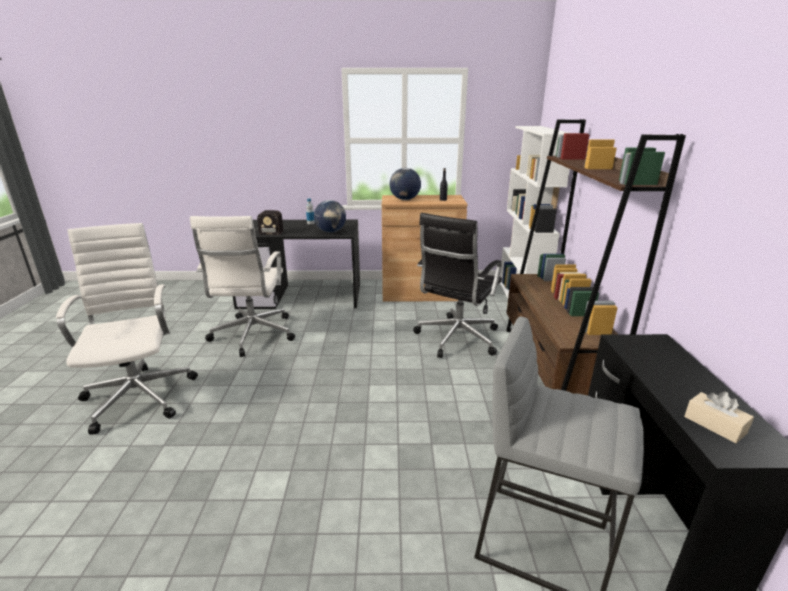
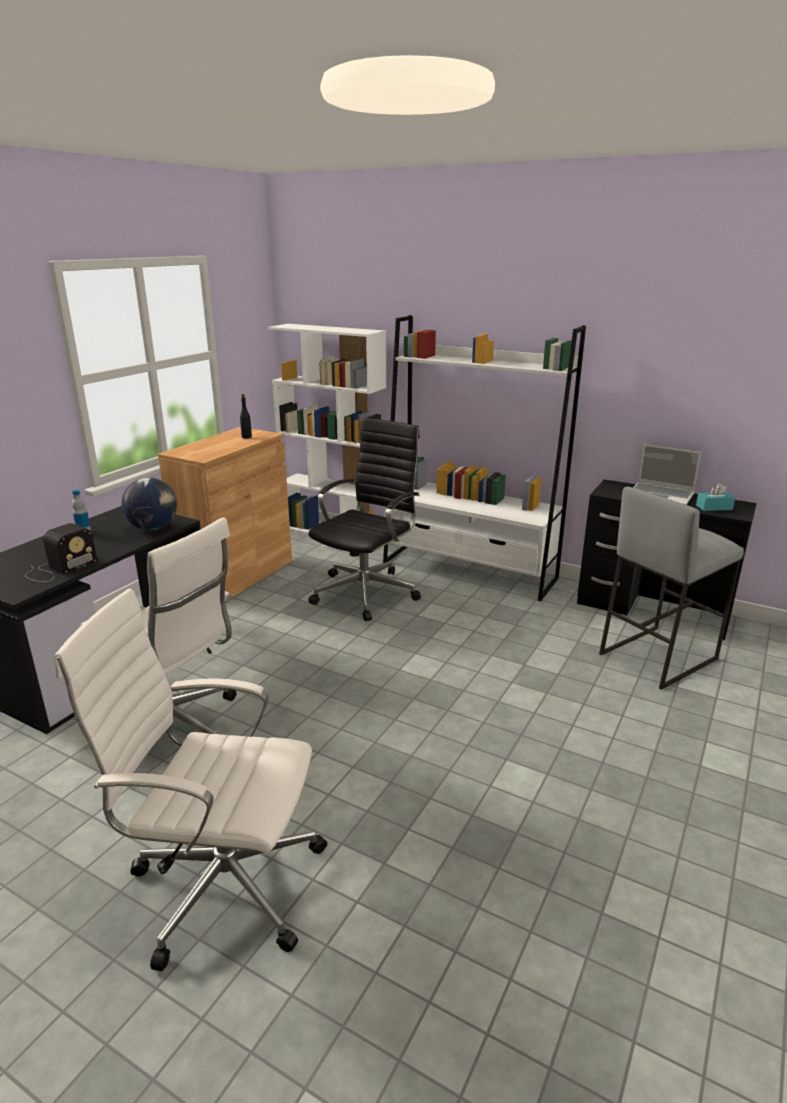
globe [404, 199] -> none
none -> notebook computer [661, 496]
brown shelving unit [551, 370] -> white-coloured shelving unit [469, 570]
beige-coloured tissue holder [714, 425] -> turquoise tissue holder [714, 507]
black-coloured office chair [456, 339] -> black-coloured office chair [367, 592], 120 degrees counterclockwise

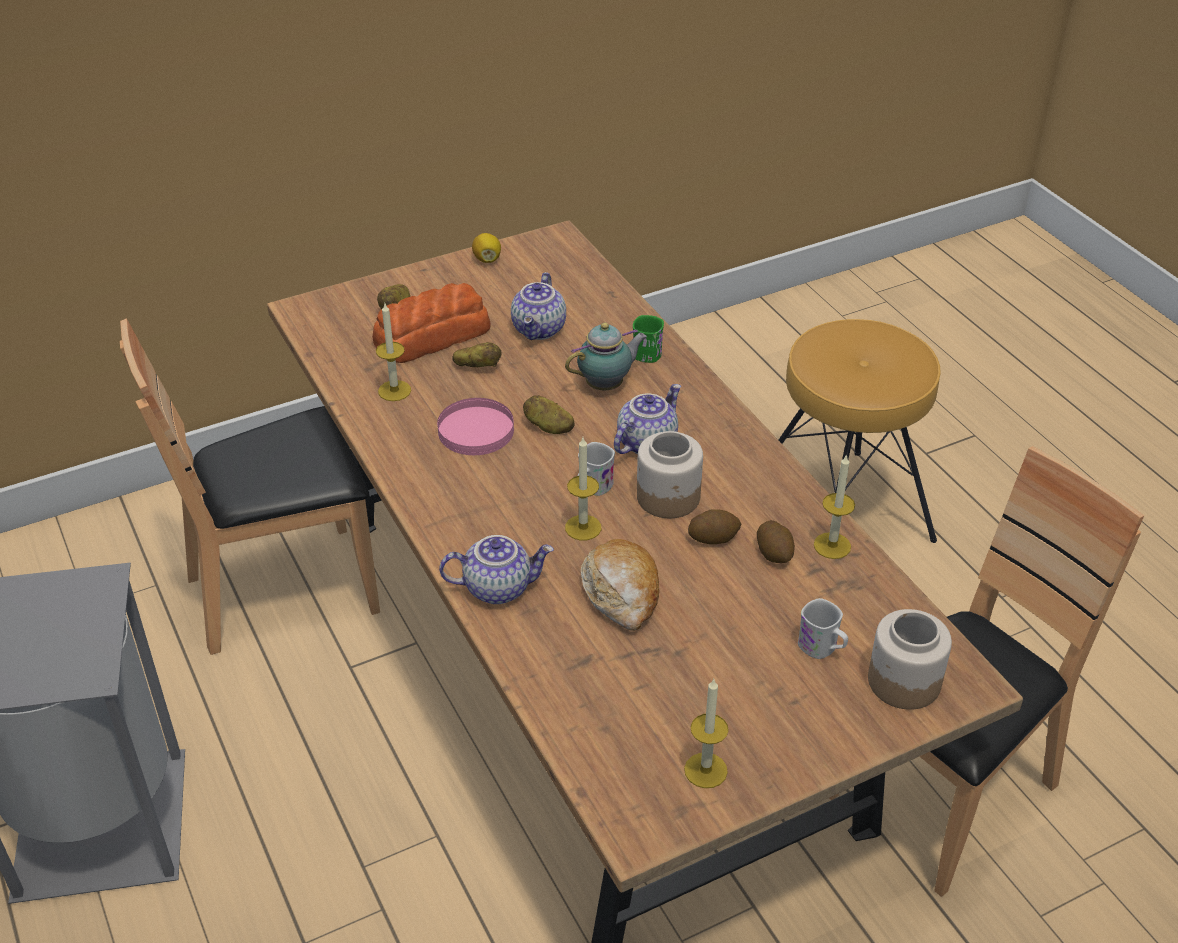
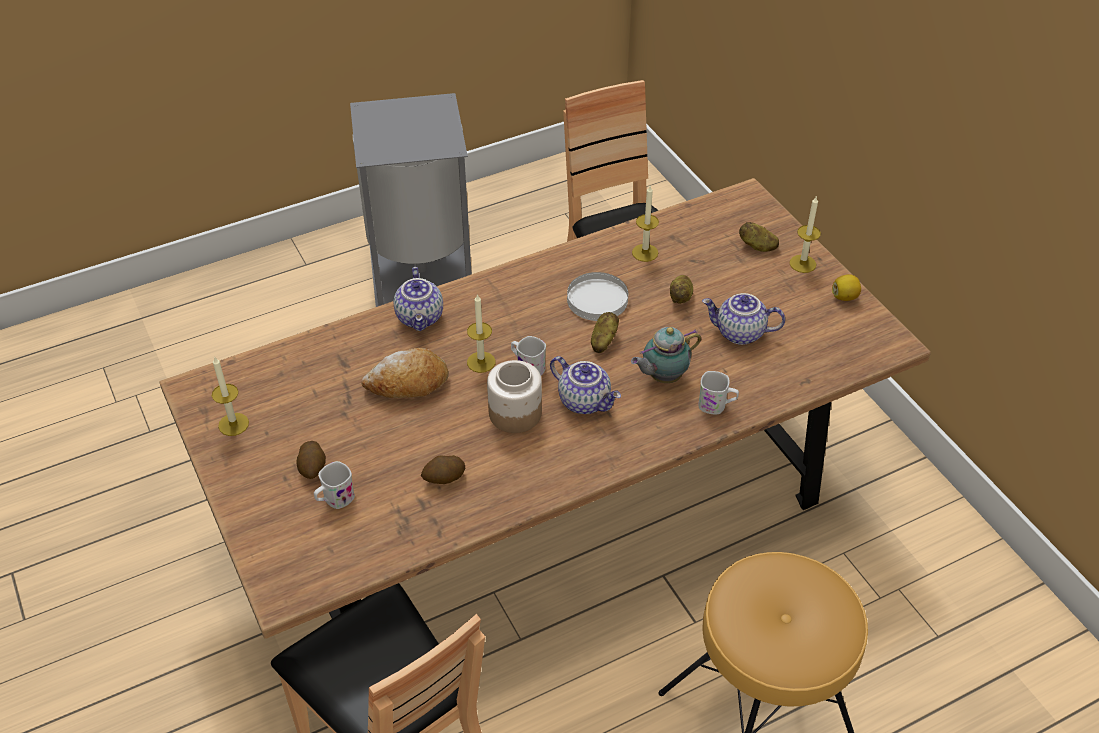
bakery bread [430, 336] -> none
storage jar [903, 681] -> none
spud [713, 537] -> spud [312, 468], move
wax light [832, 545] -> wax light [802, 263], move
pink-coloured dinner plate [475, 431] -> white-coloured dinner plate [597, 299]
green coffee mug [648, 351] -> white-coloured coffee mug [717, 406]
tea pot [607, 385] -> tea pot [662, 377], 90 degrees clockwise

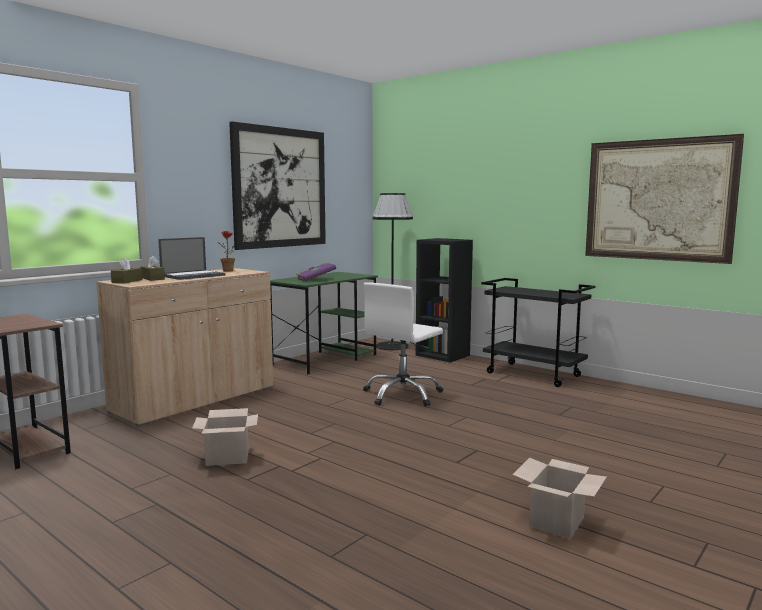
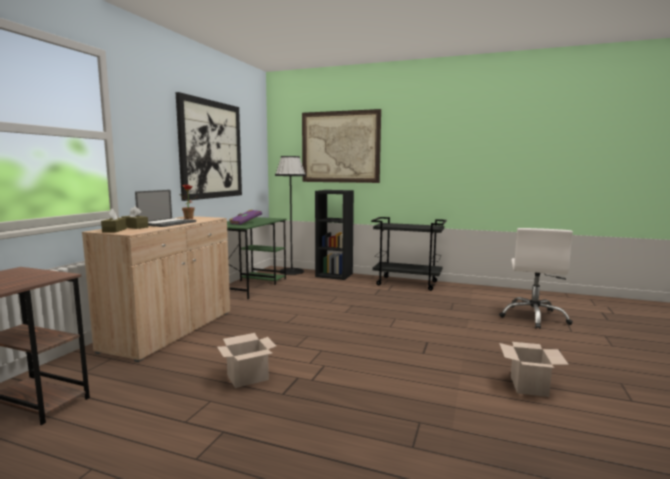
white-coloured office chair [403, 395] -> white-coloured office chair [534, 317], move
wall art [658, 200] -> wall art [340, 147], move

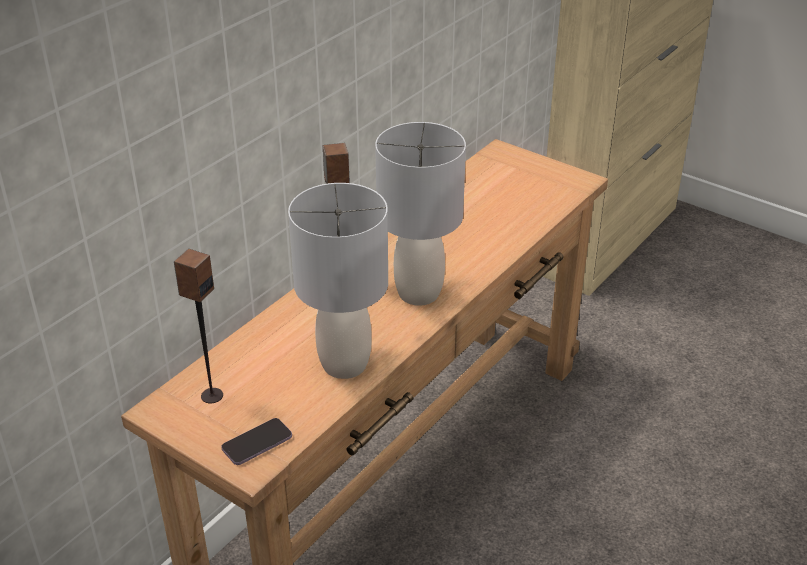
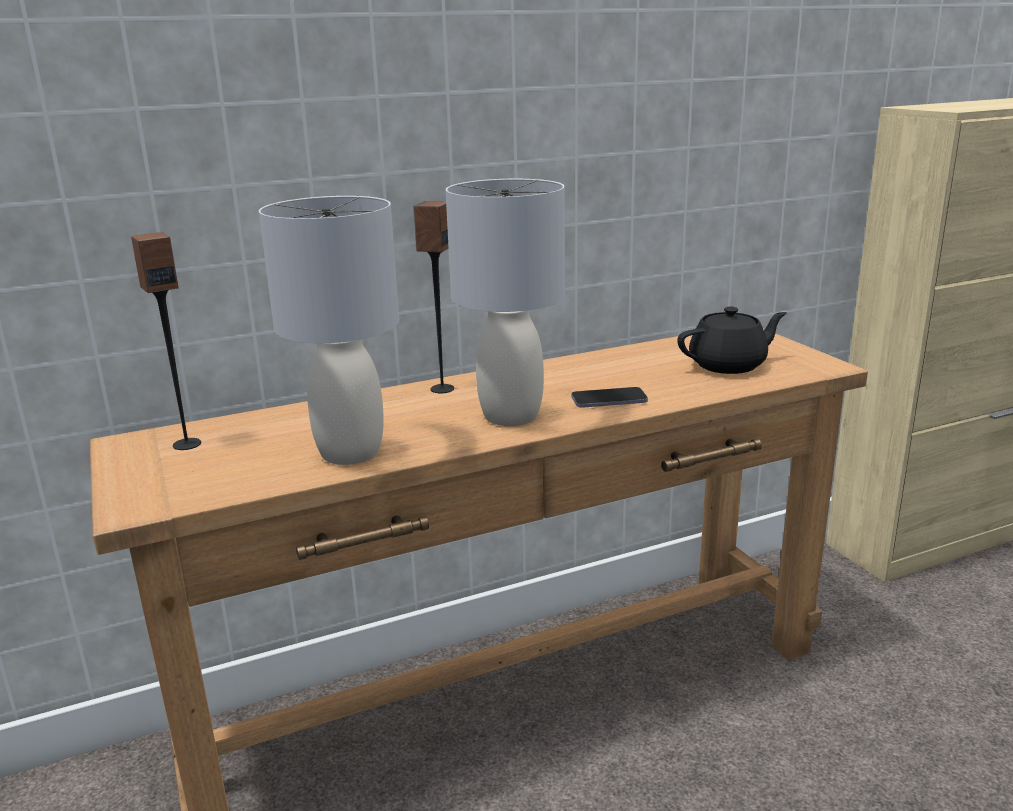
none -> black-coloured tea pot [729, 365]
phone [257, 443] -> phone [609, 400], move

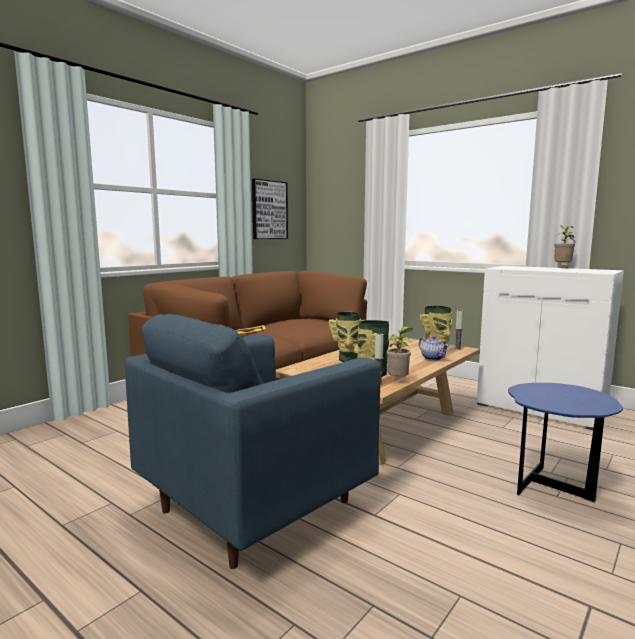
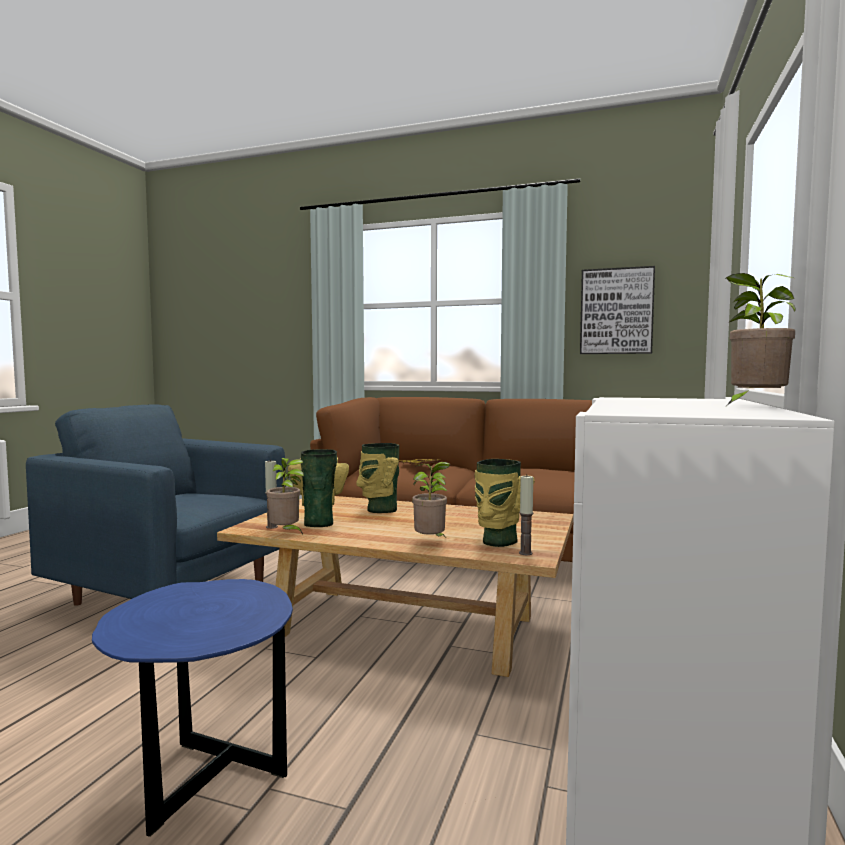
tea pot [433, 358] -> potted plant [431, 542]

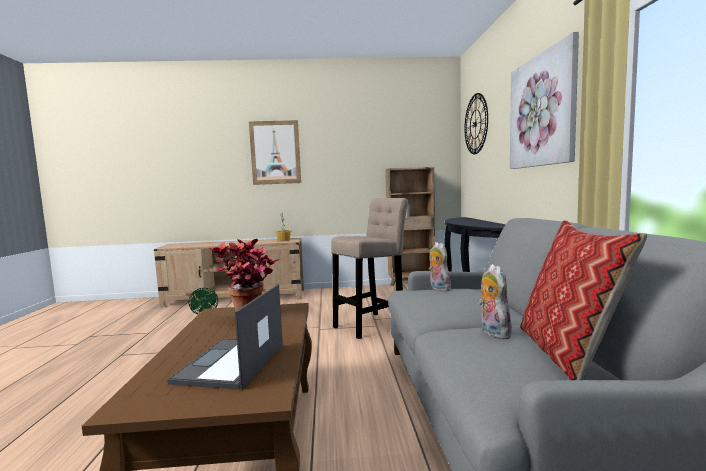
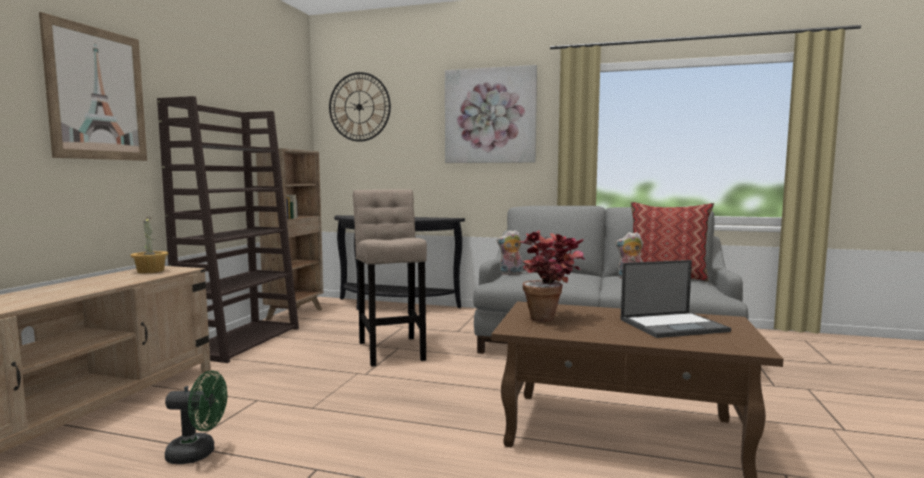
none -> brown shelving unit [241, 341]
notebook computer [231, 363] -> notebook computer [674, 325], 45 degrees counterclockwise

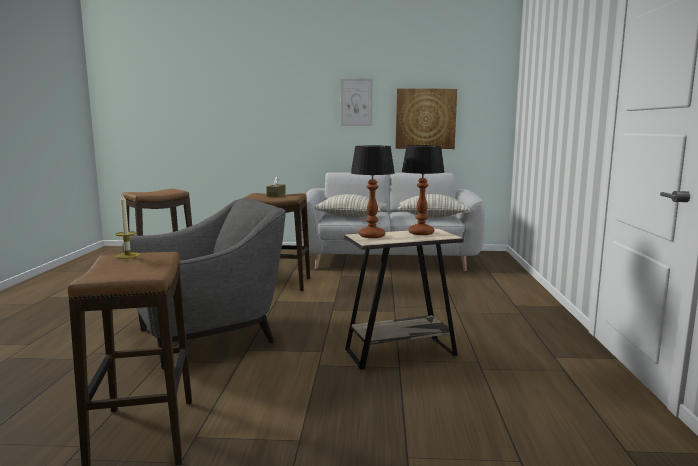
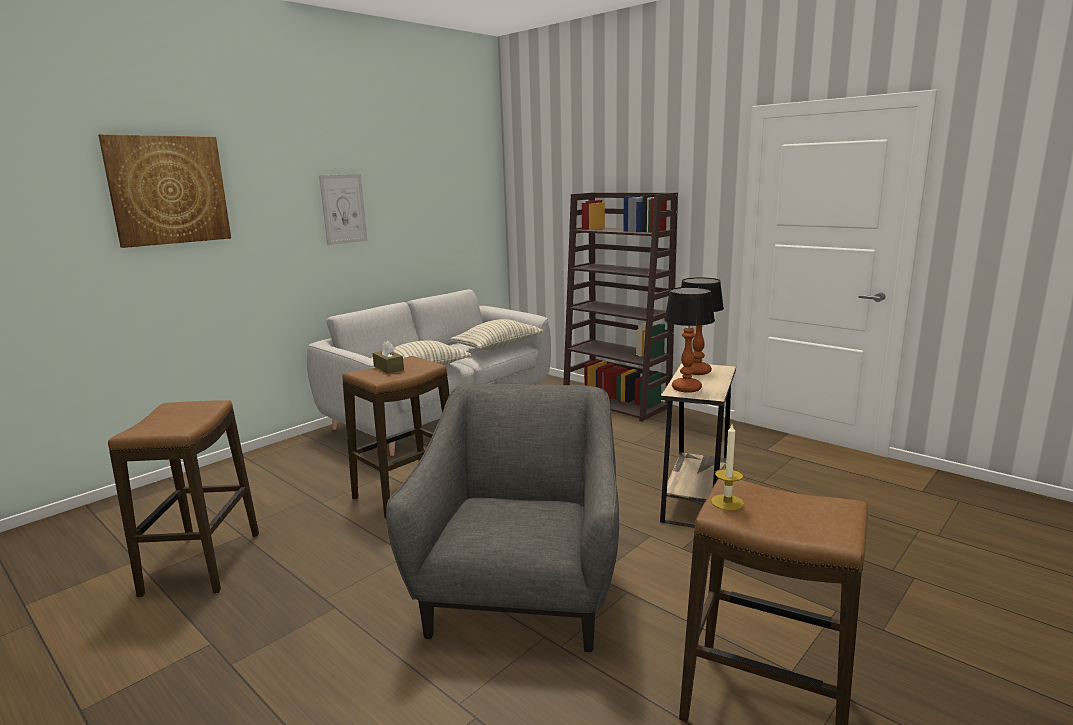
none -> brown shelving unit [617, 403]
wall art [425, 119] -> wall art [168, 190], move

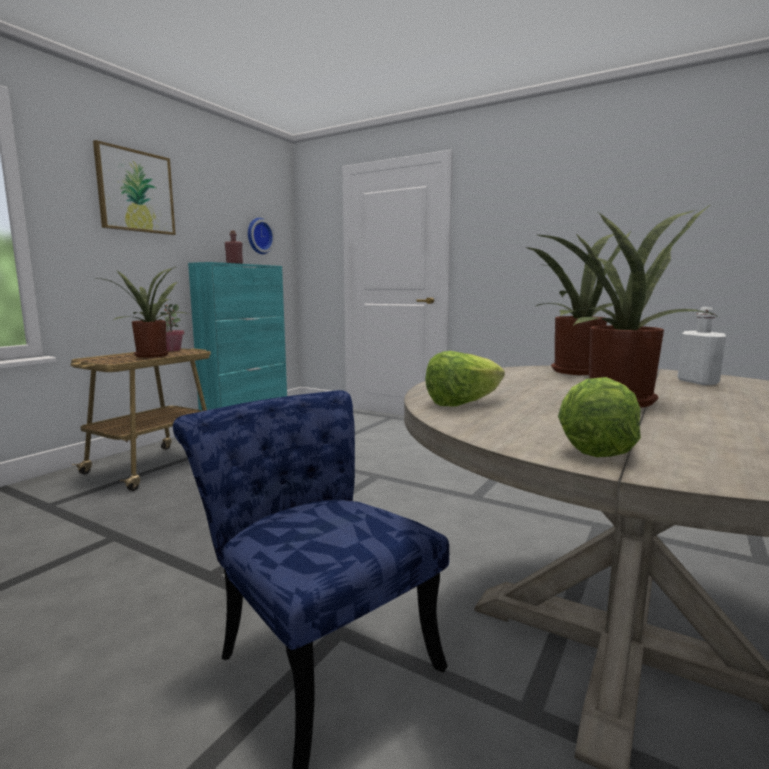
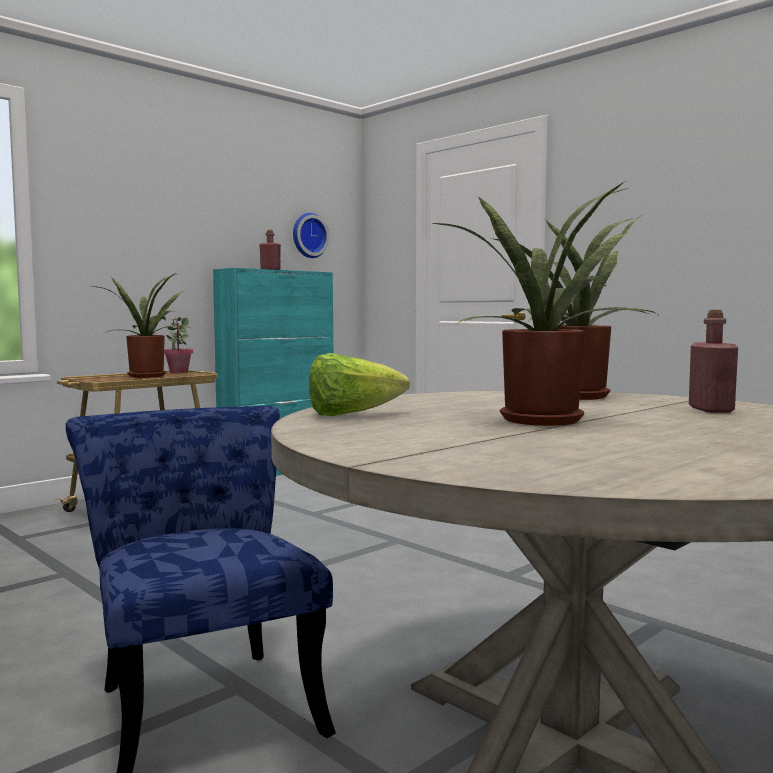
wall art [135, 191] -> none
lettuce [598, 447] -> none
white-coloured bottle [697, 382] -> reddish bottle [711, 409]

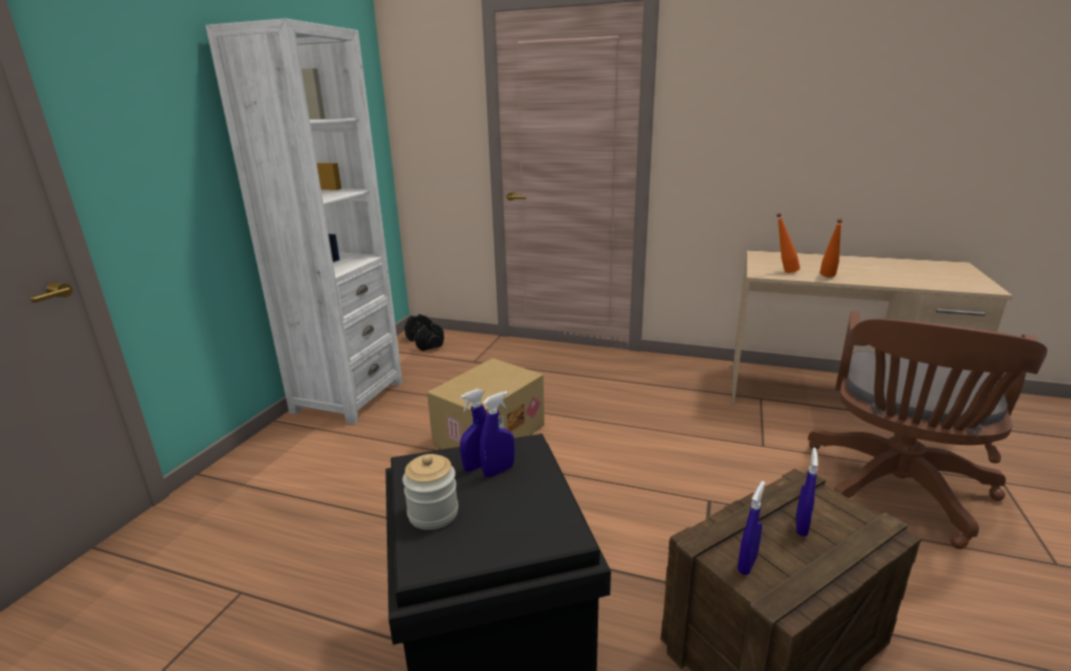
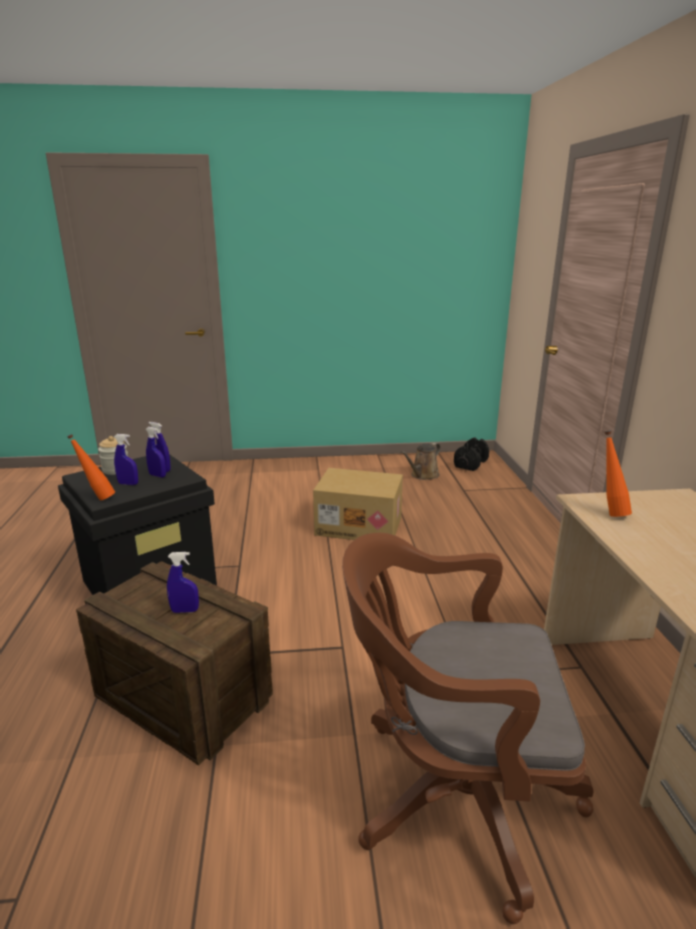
white-coloured shelving unit [348, 397] -> none
none -> brown sprinkling can [423, 475]
blue-coloured spray bottle [747, 564] -> blue-coloured spray bottle [128, 484], move
orange-coloured bottle [828, 277] -> orange-coloured bottle [97, 498], move

